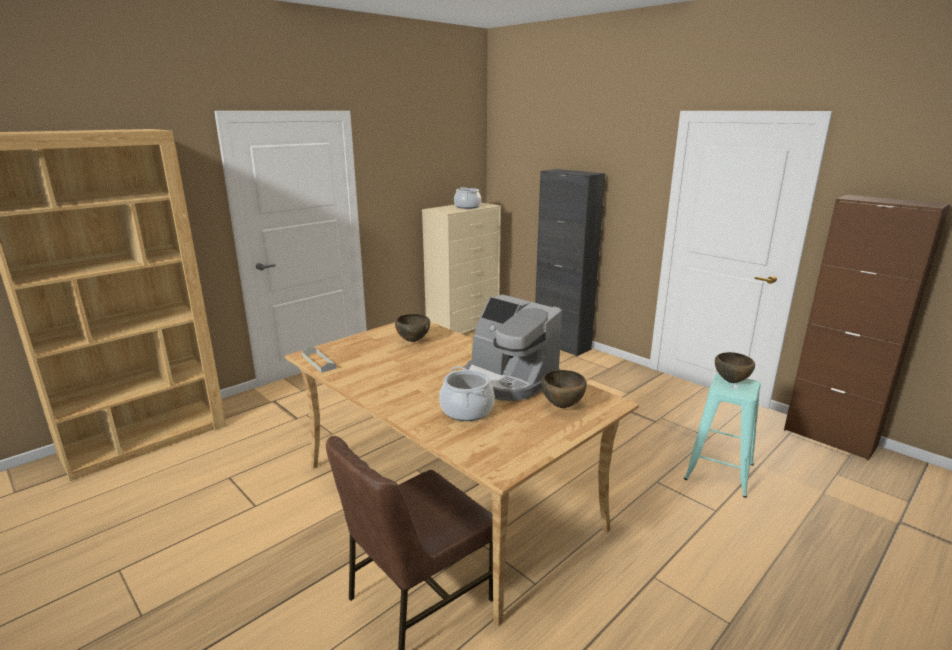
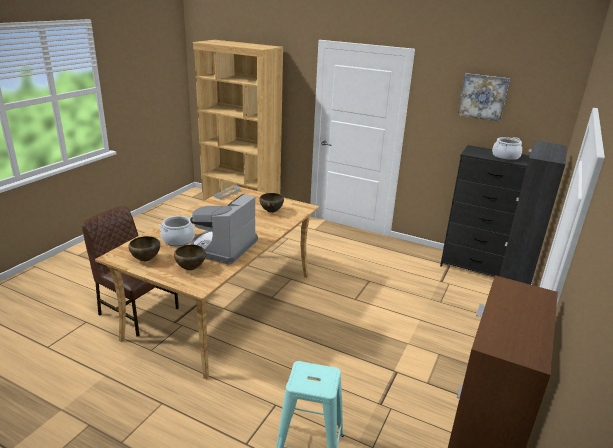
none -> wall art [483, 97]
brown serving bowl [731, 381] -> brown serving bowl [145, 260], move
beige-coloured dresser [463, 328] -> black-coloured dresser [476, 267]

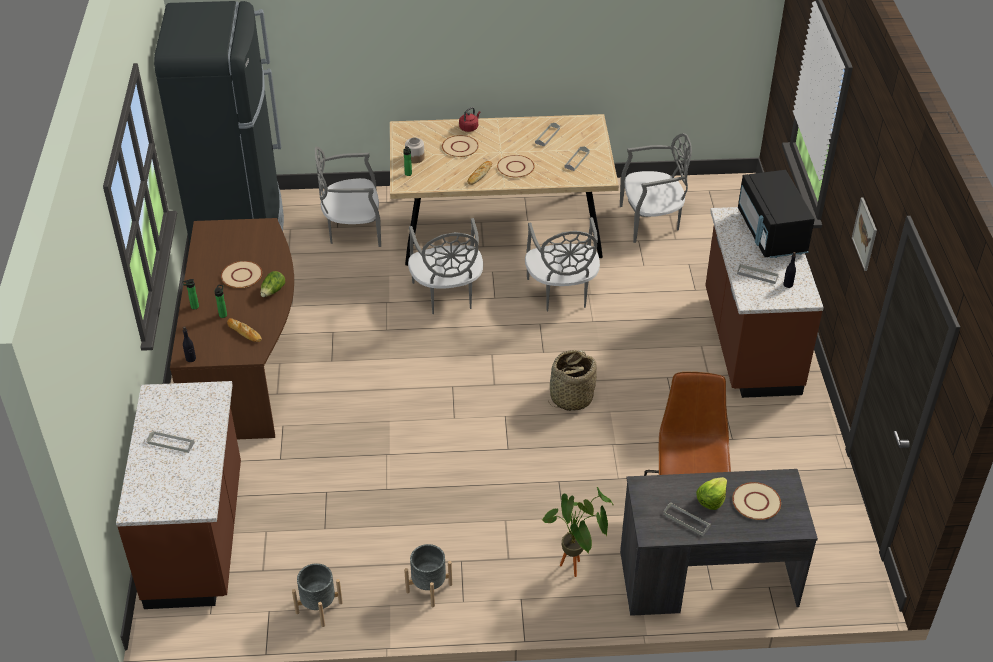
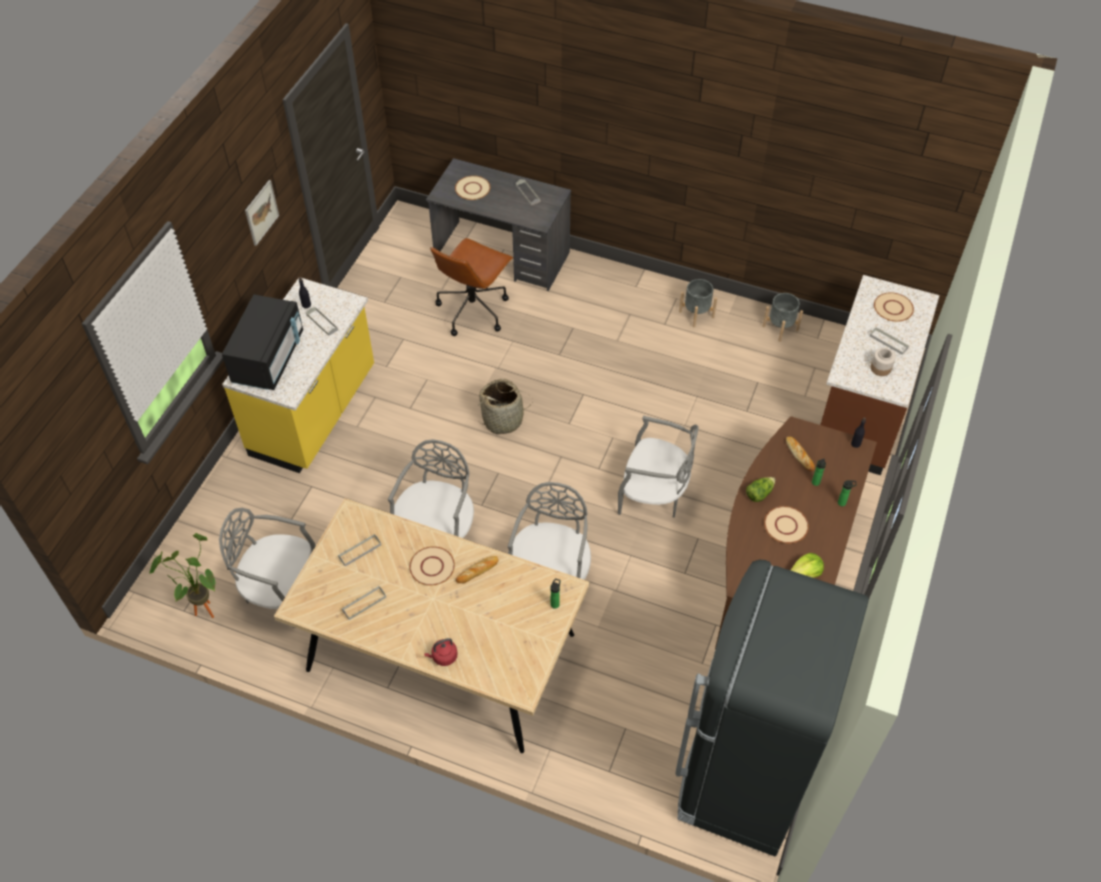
greyish chair [353, 229] -> greyish chair [654, 495], move
storage jar [415, 157] -> storage jar [880, 368], move
beige-coloured dinner plate [460, 147] -> beige-coloured dinner plate [893, 308], move
potted plant [577, 569] -> potted plant [203, 608], move
lettuce [711, 499] -> lettuce [805, 573], move
brown counter [749, 343] -> yellowish counter [315, 413]

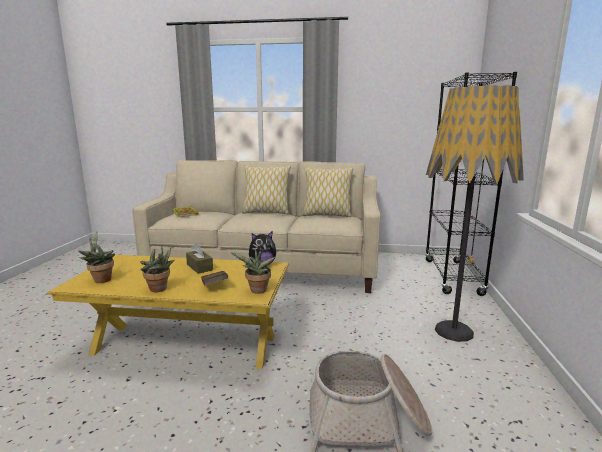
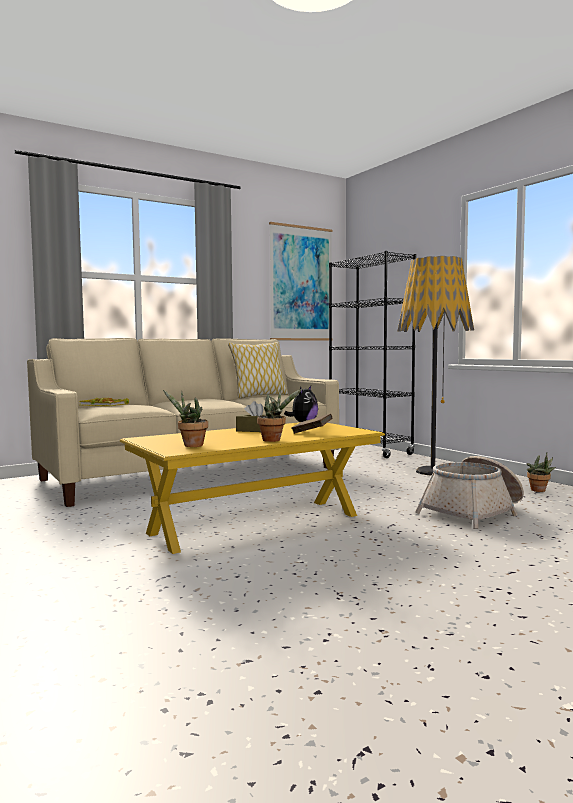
cushion [266, 212] -> none
none -> wall art [301, 283]
potted plant [257, 291] -> potted plant [539, 491], move

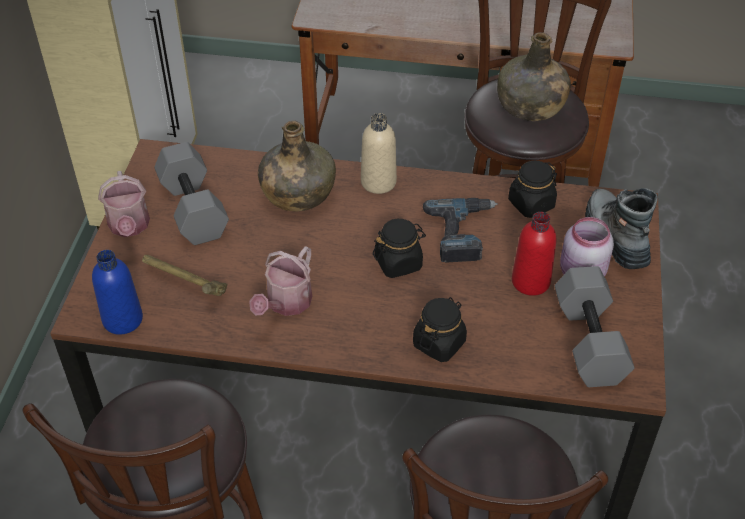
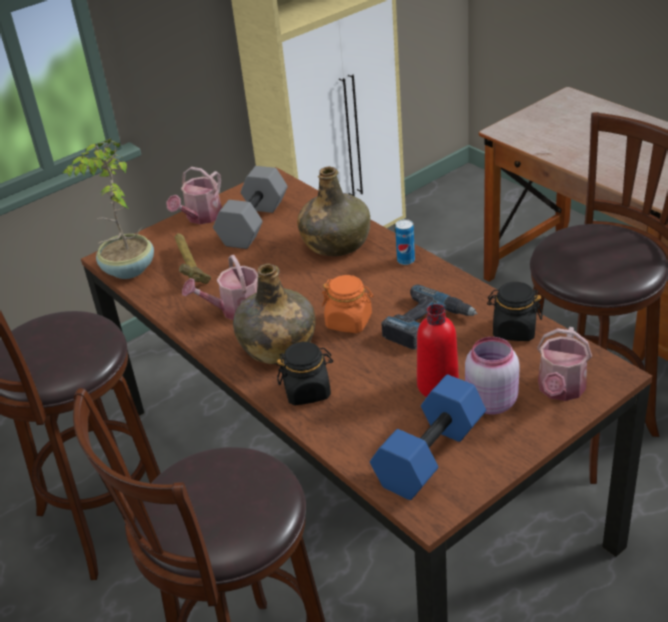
green bottle [530, 106] -> green bottle [277, 346], move
blue-coloured bottle [122, 319] -> potted plant [127, 270]
beige-coloured bottle [378, 182] -> metal can [406, 260]
high-top boot [615, 237] -> sprinkling can [560, 390]
black-coloured storage jar [398, 263] -> orange-coloured storage jar [349, 322]
greyish hand weight [587, 340] -> blue-coloured hand weight [428, 453]

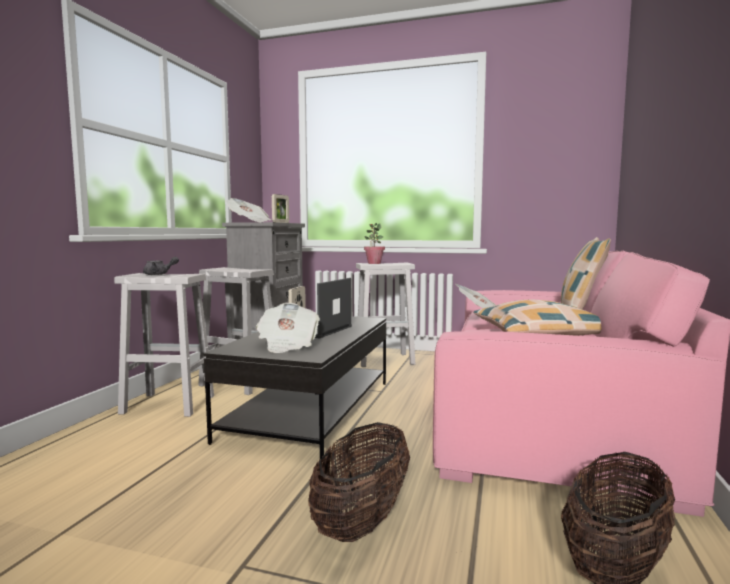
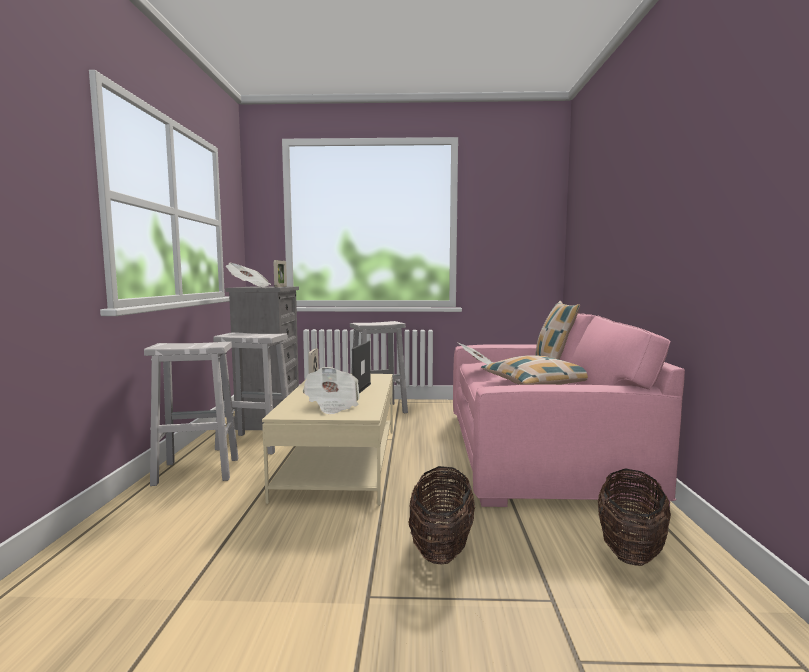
greyish tea pot [159, 274] -> none
potted plant [374, 263] -> none
black-coloured coffee table [311, 409] -> beige-coloured coffee table [341, 462]

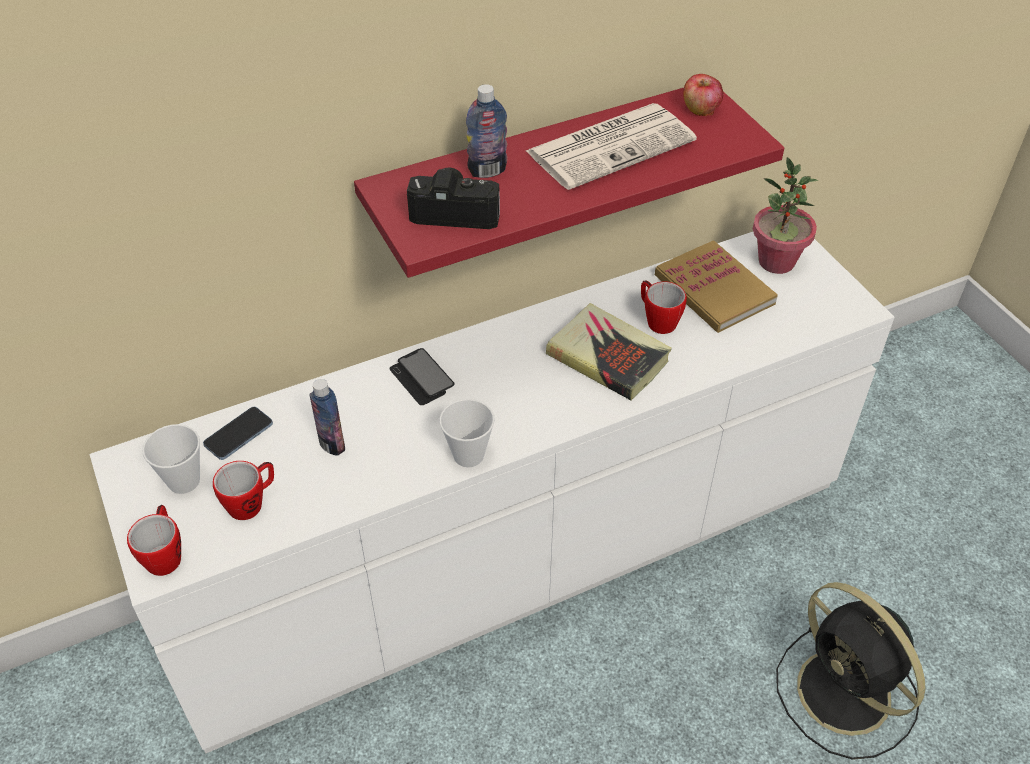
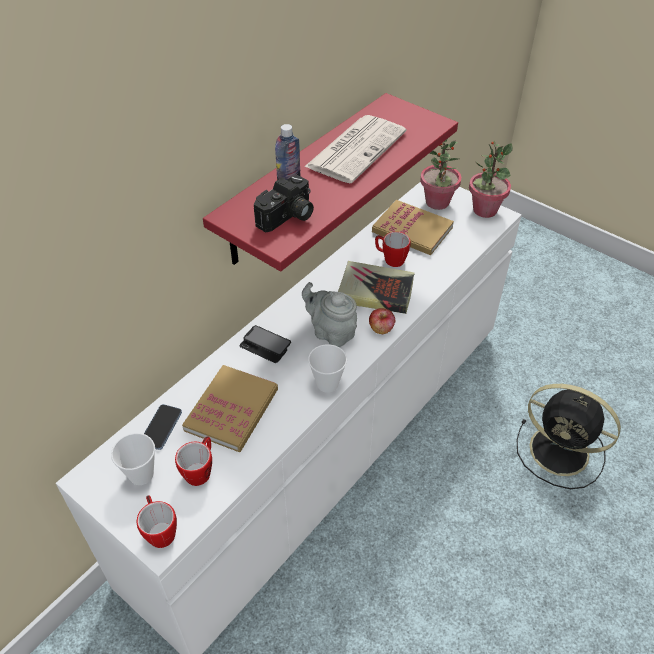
none -> greyish tea pot [331, 333]
none -> potted plant [484, 210]
apple fruit [700, 109] -> apple fruit [381, 329], move
bottle [332, 444] -> book [232, 410]
still camera [456, 211] -> still camera [288, 217], 150 degrees clockwise

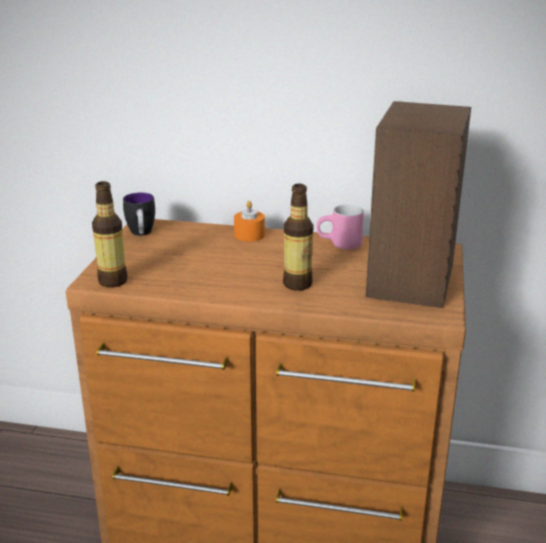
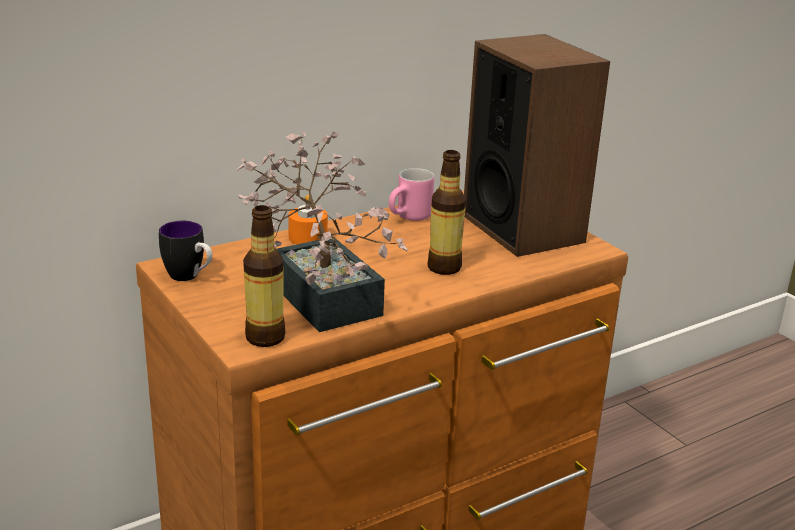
none -> potted plant [321, 293]

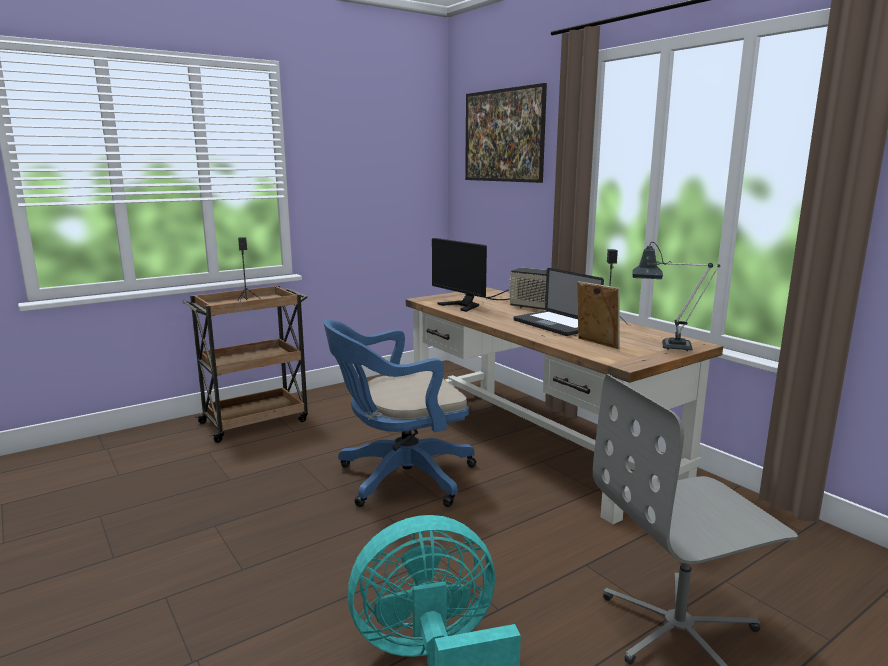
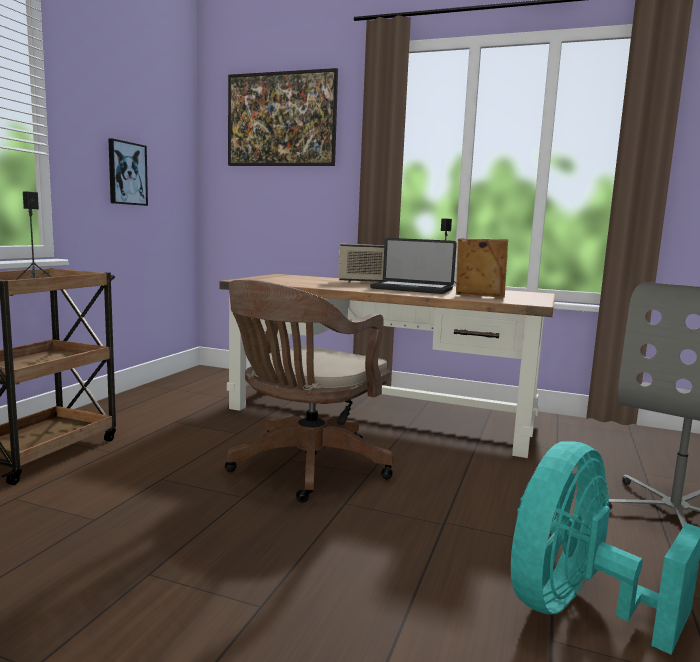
computer display [471, 304] -> none
table lamp [667, 346] -> none
none -> wall art [127, 173]
blue-coloured office chair [399, 478] -> brown office chair [304, 468]

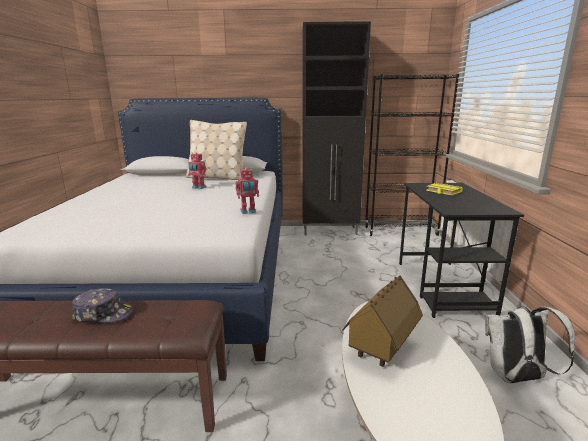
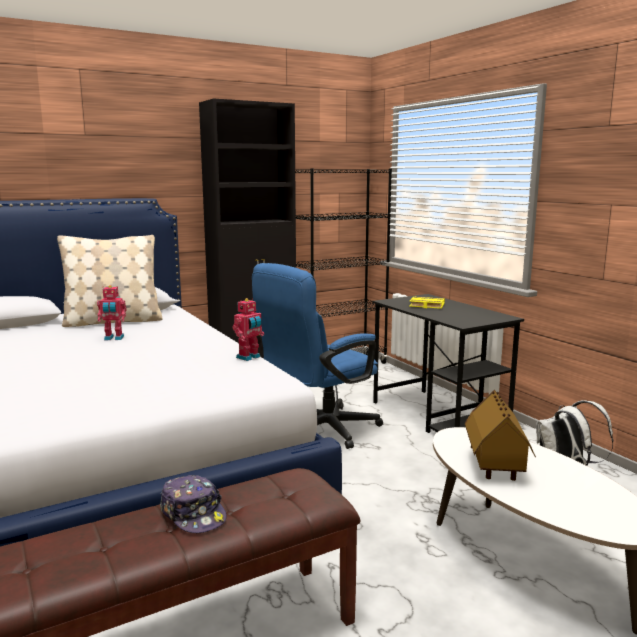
none -> blue-coloured office chair [319, 431]
cap [103, 314] -> cap [193, 514], 75 degrees clockwise

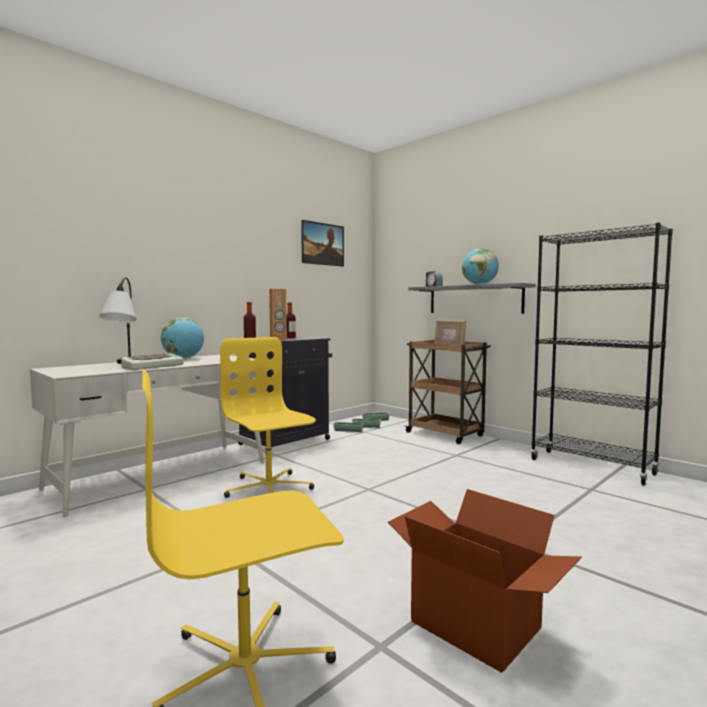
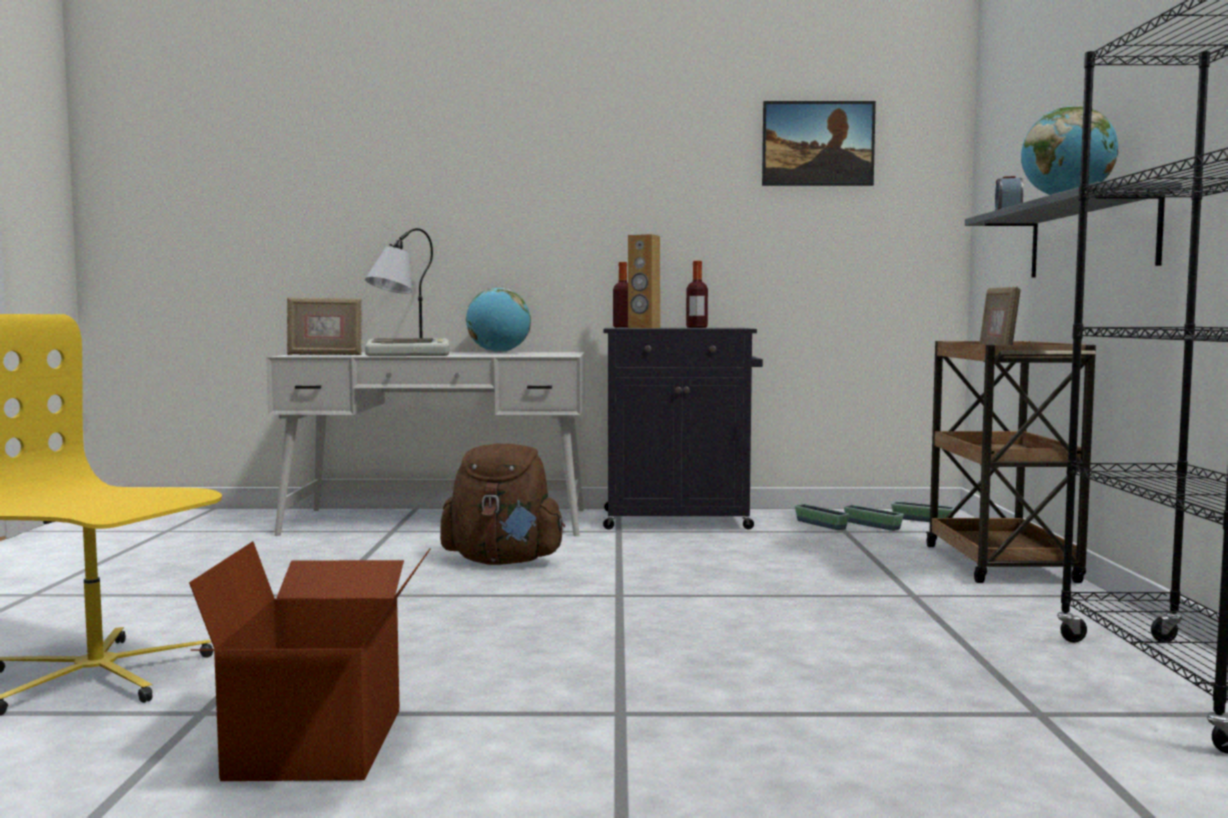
none -> photo frame [325, 355]
yellowish office chair [268, 488] -> brown rucksack [503, 561]

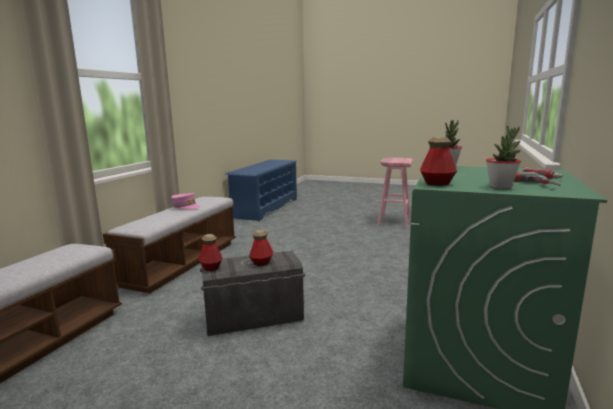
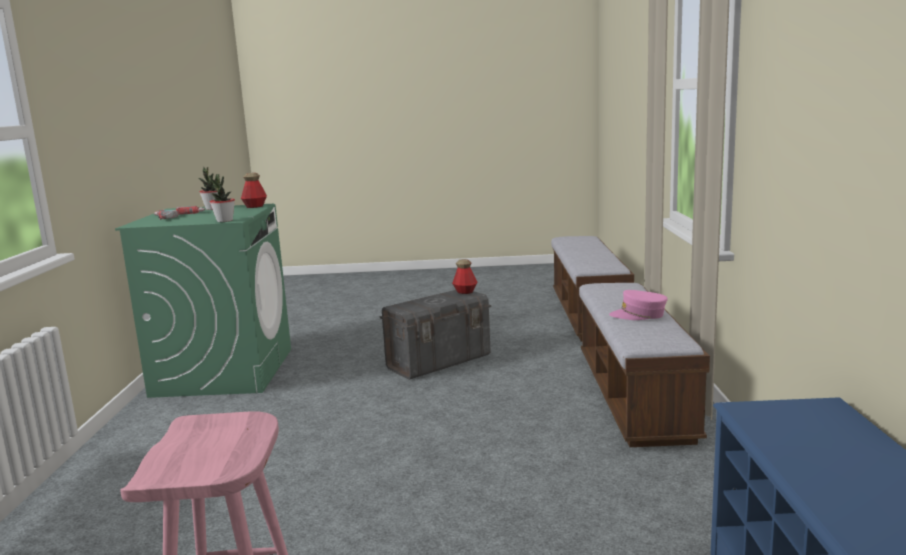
bottle [261, 263] -> none

